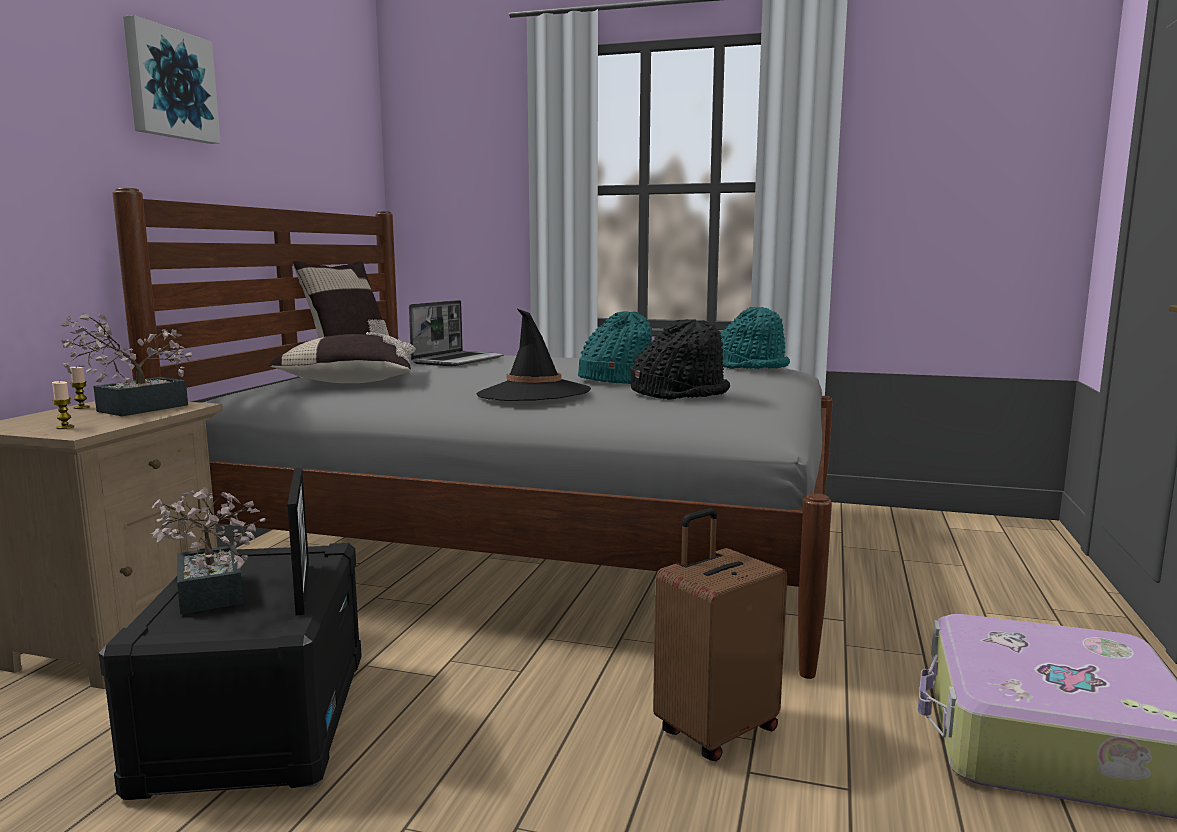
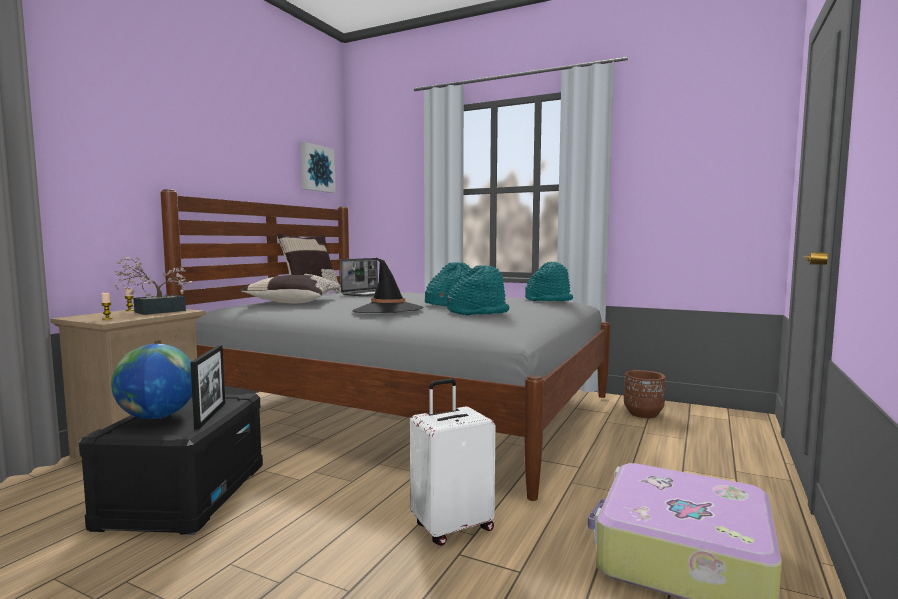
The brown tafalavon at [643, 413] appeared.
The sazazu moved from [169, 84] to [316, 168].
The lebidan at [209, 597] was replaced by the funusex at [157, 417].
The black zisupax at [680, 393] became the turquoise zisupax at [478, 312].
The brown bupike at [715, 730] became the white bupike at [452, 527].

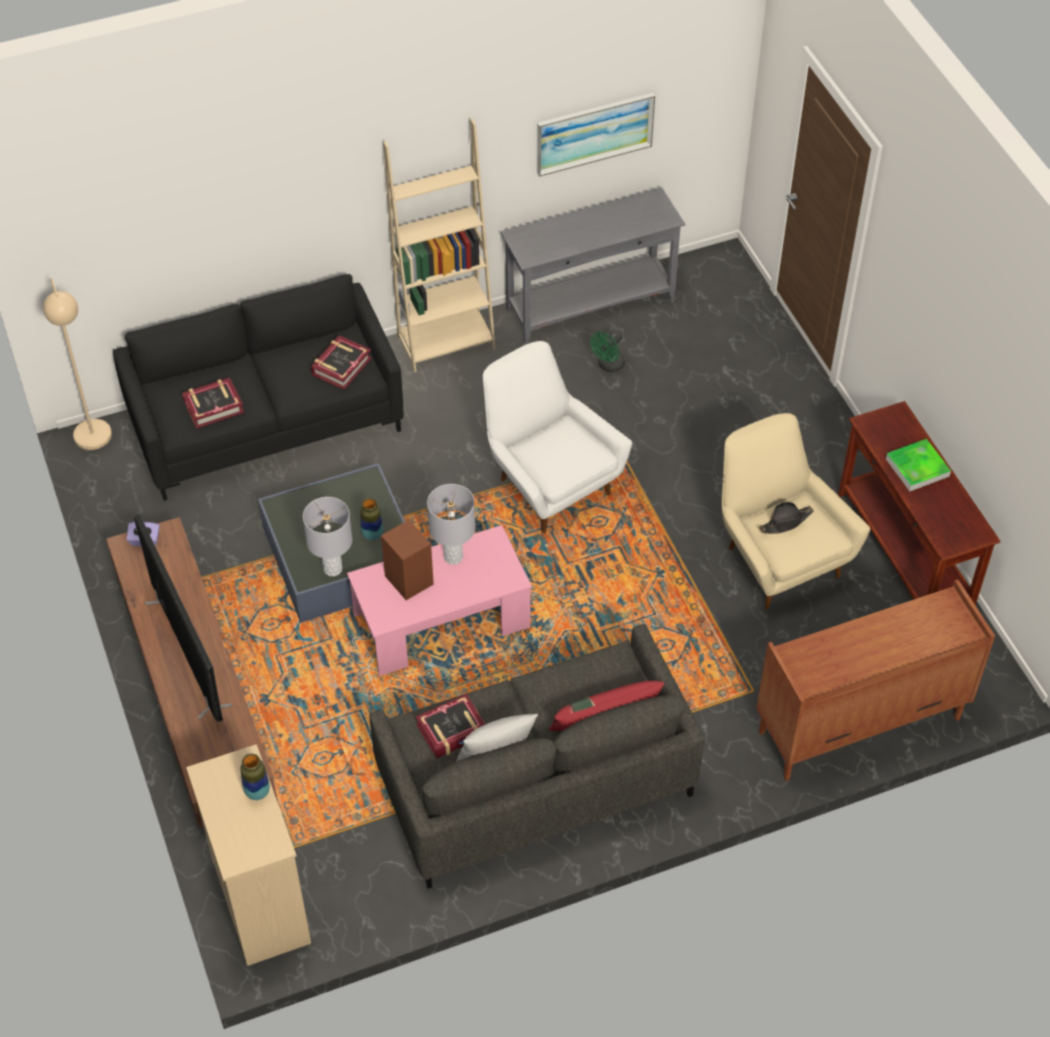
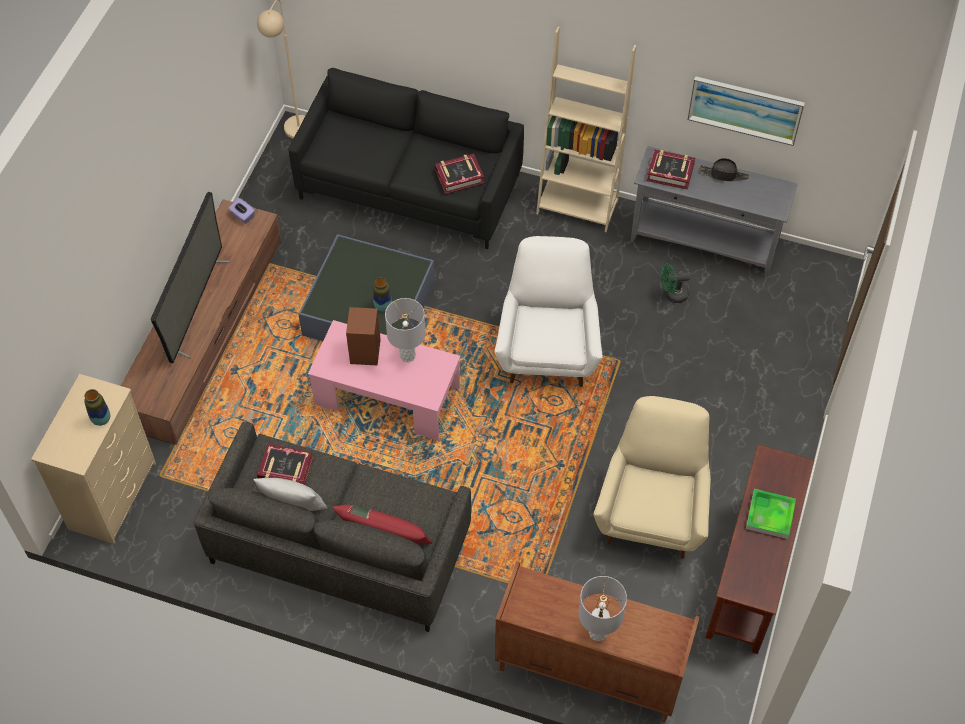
The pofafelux moved from [213, 407] to [670, 172].
The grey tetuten moved from [332, 569] to [597, 632].
The black zisupax moved from [786, 522] to [724, 174].

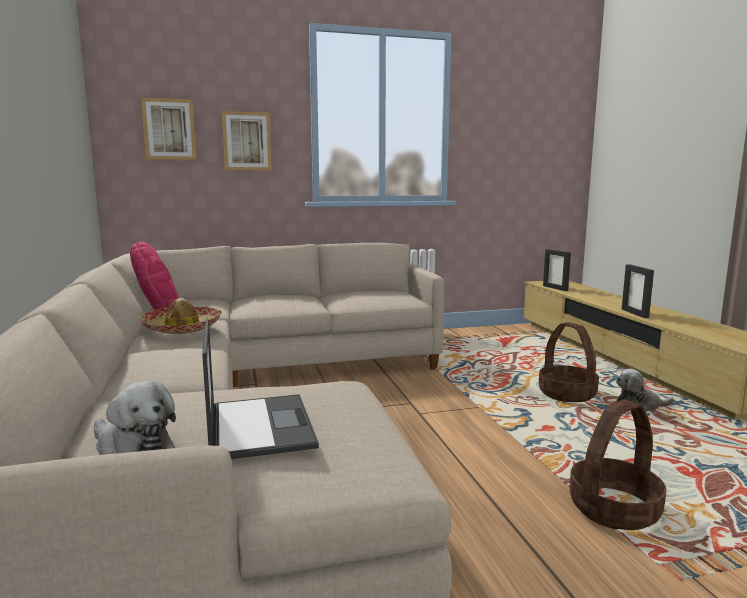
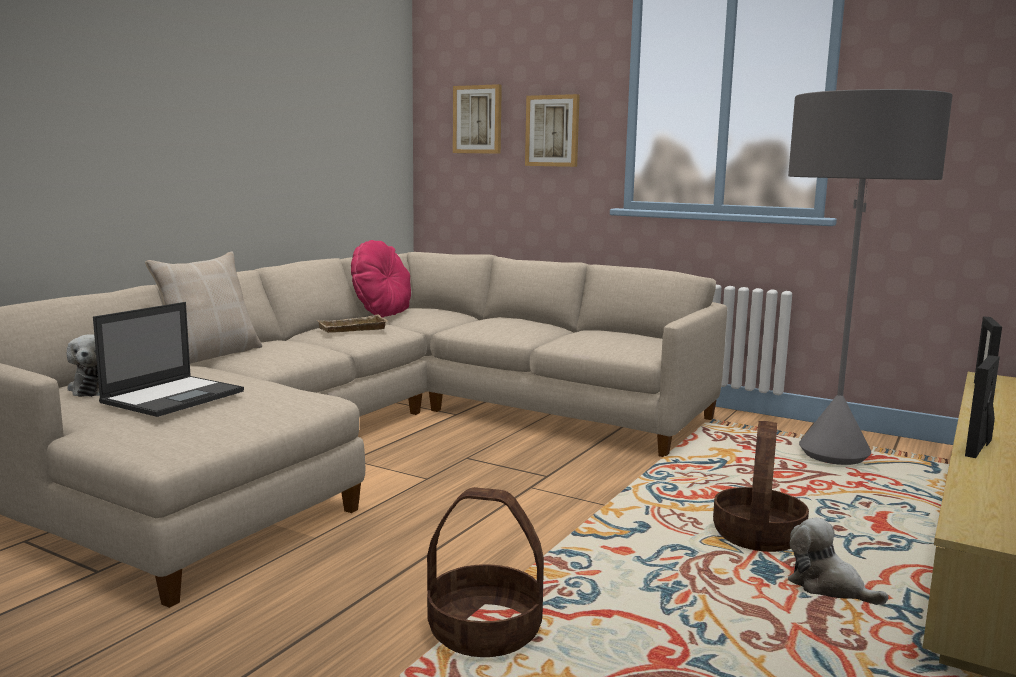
The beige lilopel at [210, 355] appeared.
The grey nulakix at [833, 456] appeared.
The zisupax at [182, 328] was replaced by the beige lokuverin at [352, 329].

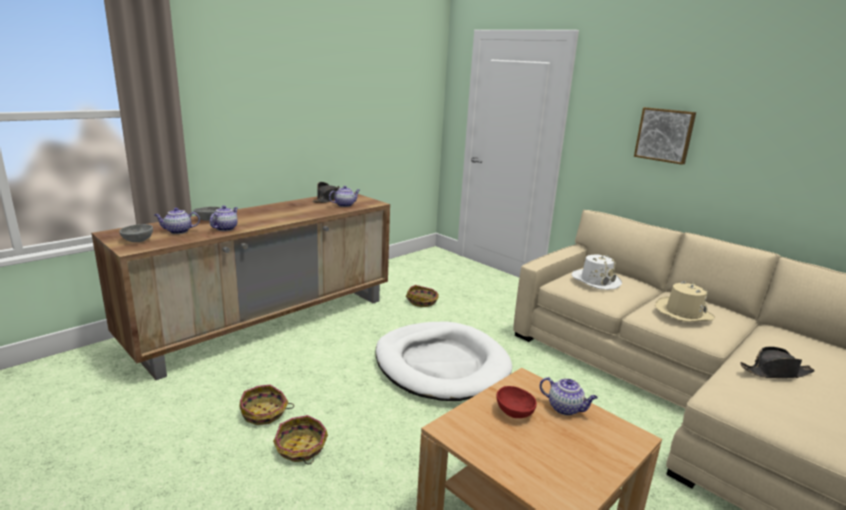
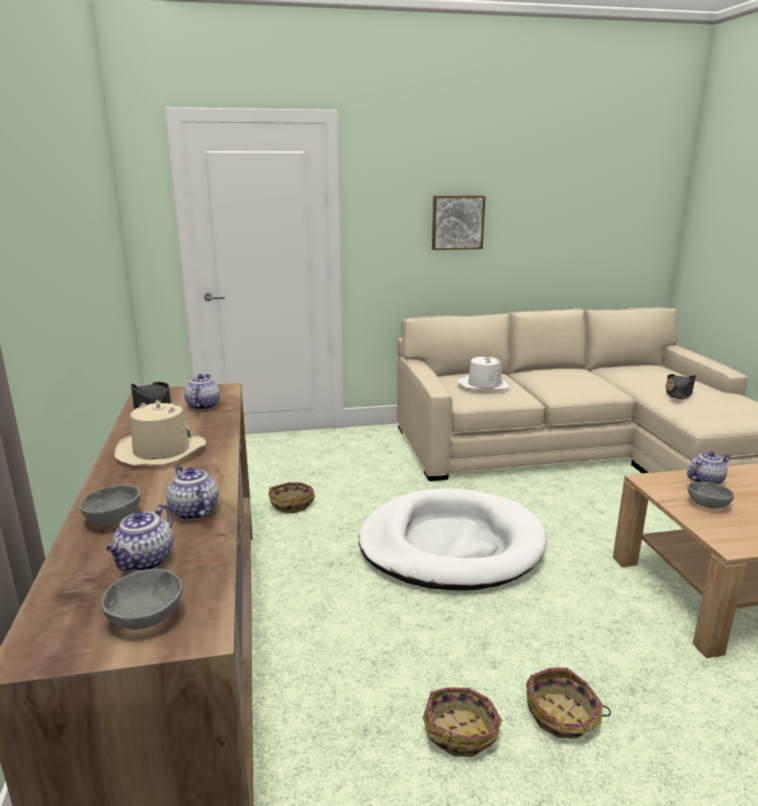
The beige zisupax moved from [683, 312] to [160, 451].
The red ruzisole at [515, 412] became the grey ruzisole at [707, 504].

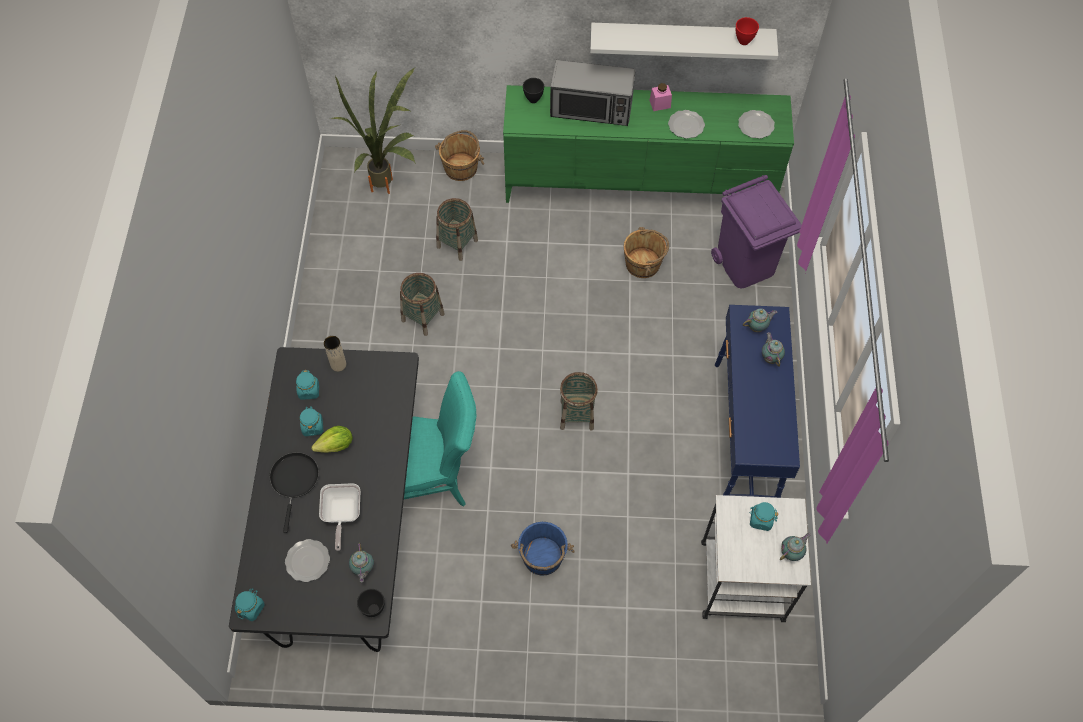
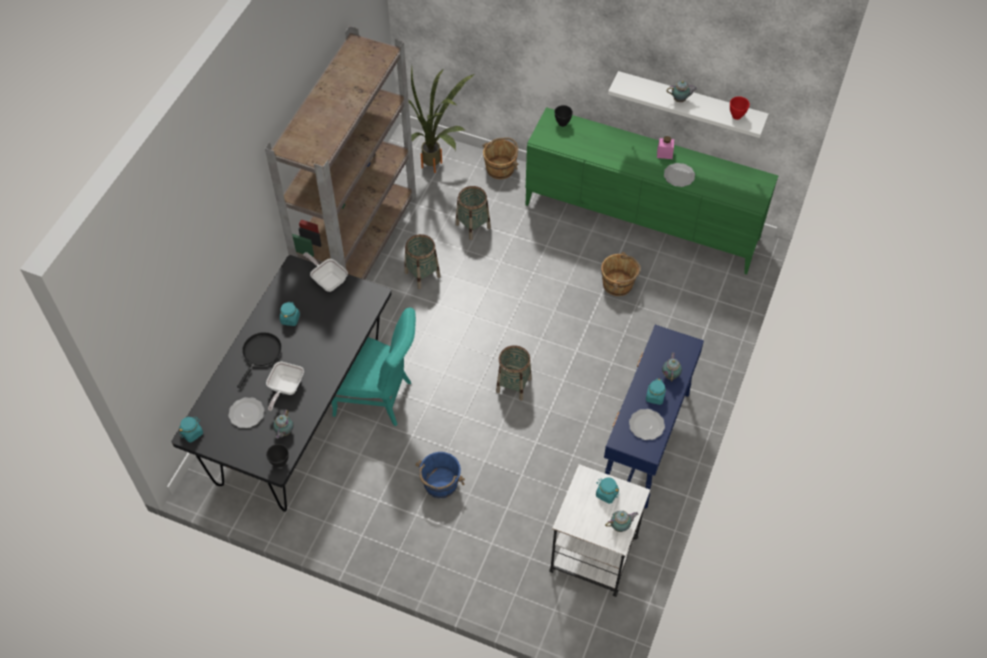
The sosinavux at [336, 446] disappeared.
The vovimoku at [591, 108] disappeared.
The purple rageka at [746, 264] disappeared.
The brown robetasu at [359, 243] appeared.
The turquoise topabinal moved from [309, 391] to [655, 397].
The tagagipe moved from [756, 125] to [647, 425].
The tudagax moved from [757, 327] to [680, 100].
The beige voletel at [338, 364] was replaced by the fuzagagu at [328, 280].

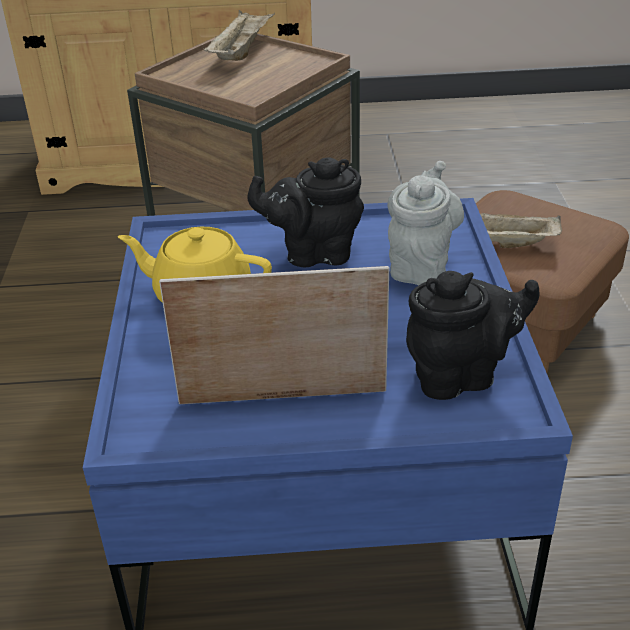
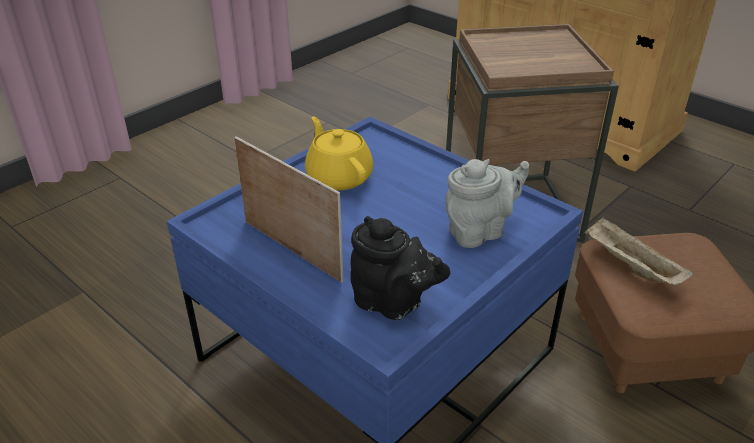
The beige lokuverin at [241, 52] disappeared.
The black tudagax at [314, 253] disappeared.

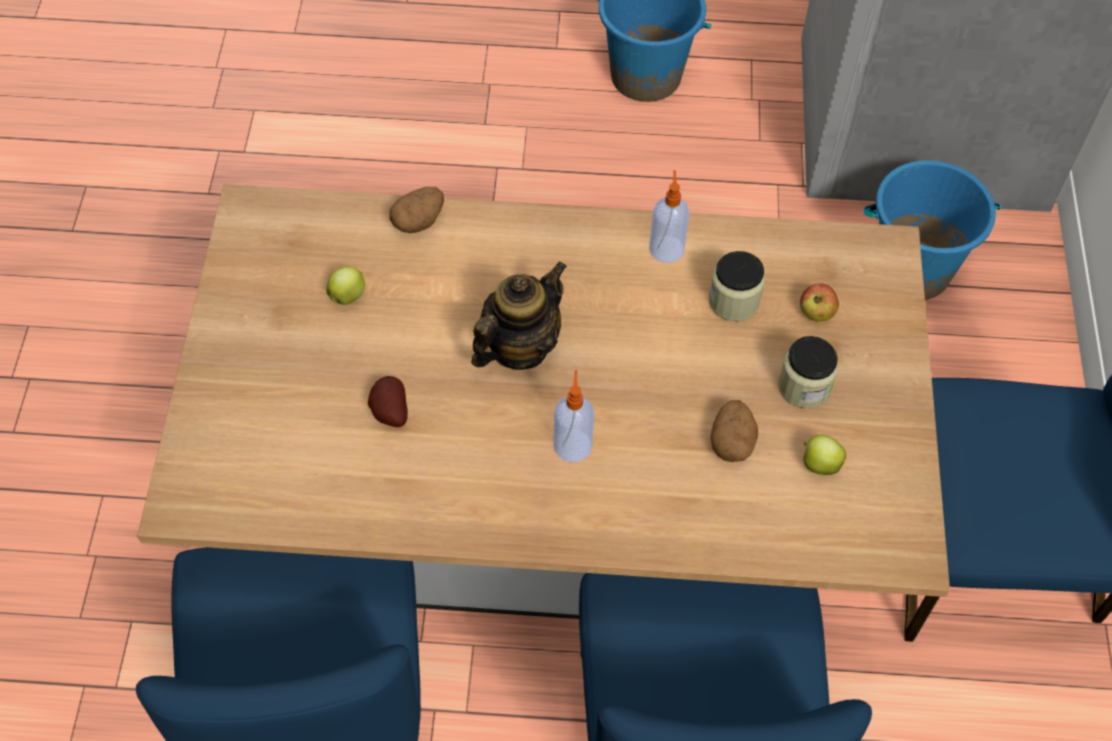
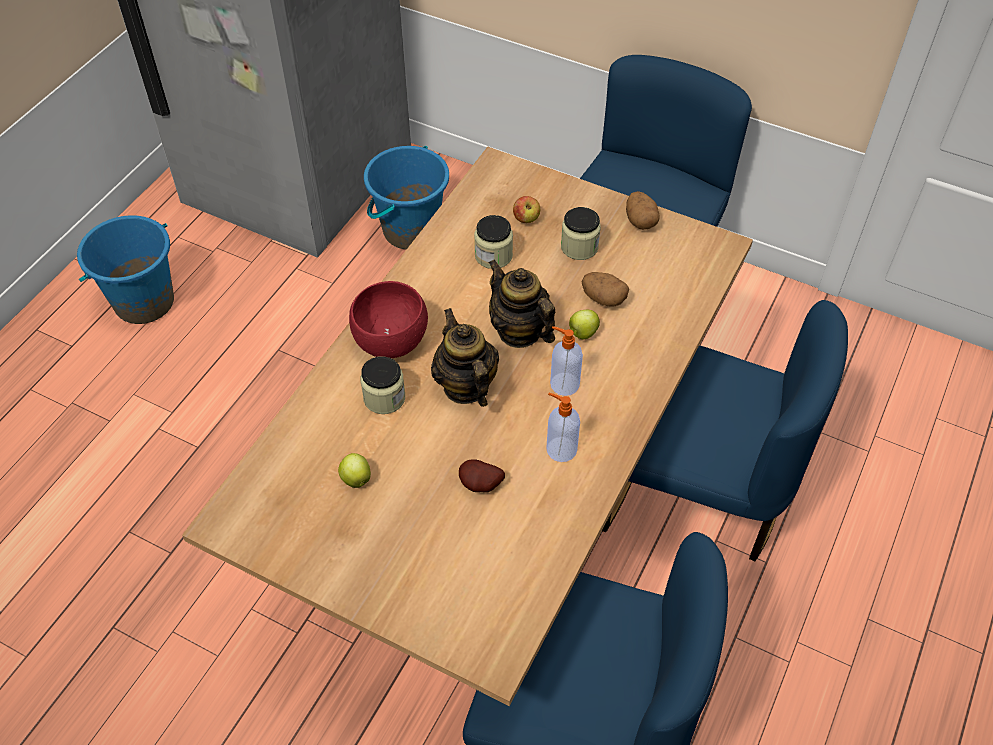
The red ruzisole at [390, 341] appeared.
The topabinal at [384, 398] appeared.
The tudagax at [519, 331] appeared.
The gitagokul moved from [418, 221] to [640, 221].
The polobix moved from [666, 248] to [560, 449].
The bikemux moved from [819, 464] to [582, 333].

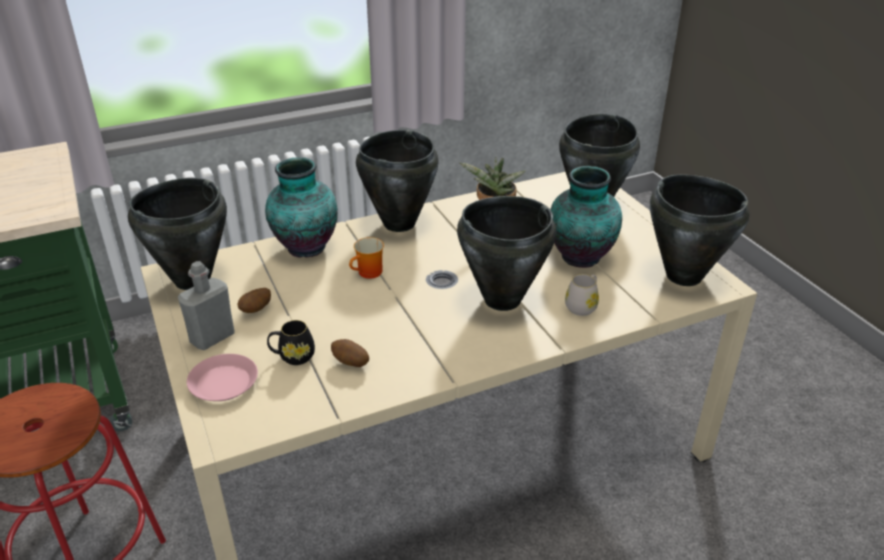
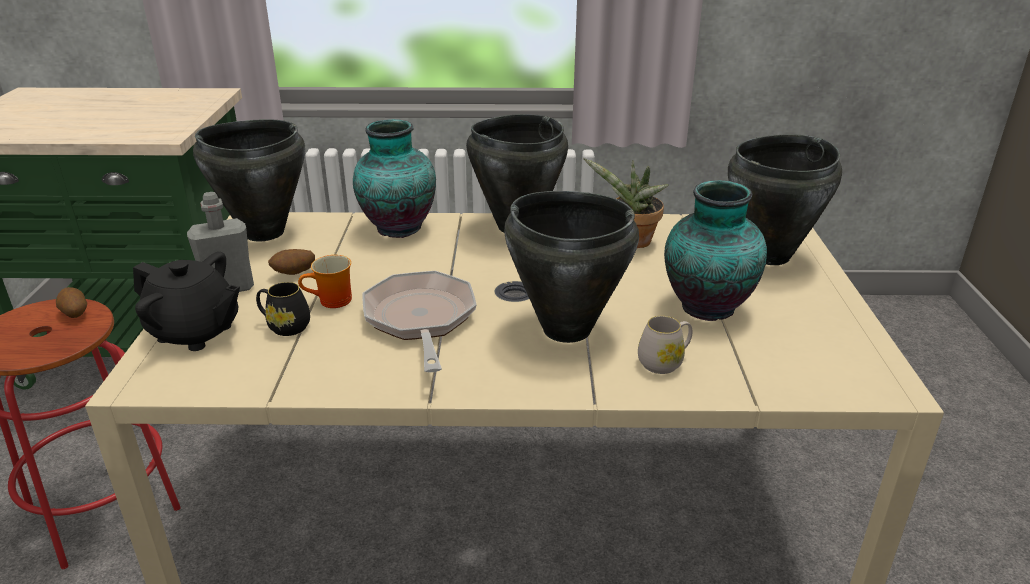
The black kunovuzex at [683, 275] disappeared.
The fuzagagu at [421, 320] appeared.
The gitagokul moved from [350, 363] to [75, 314].
The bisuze moved from [369, 274] to [332, 302].
The pink tagagipe at [223, 383] was replaced by the black tudagax at [195, 332].

